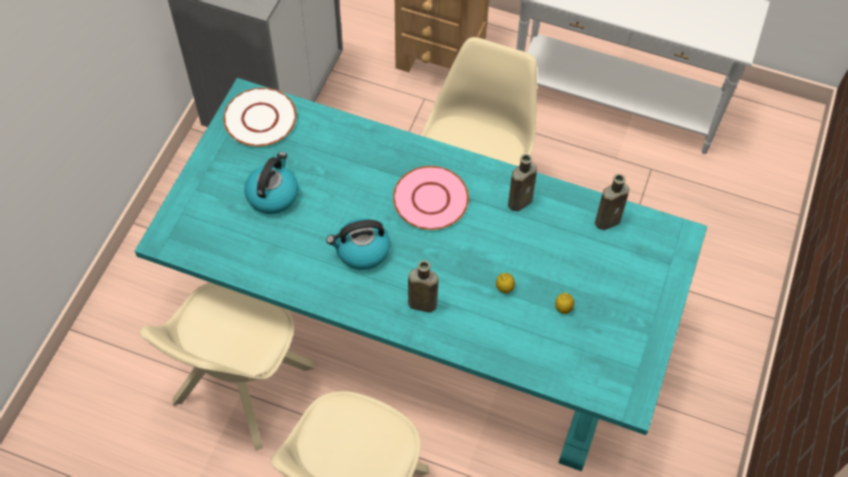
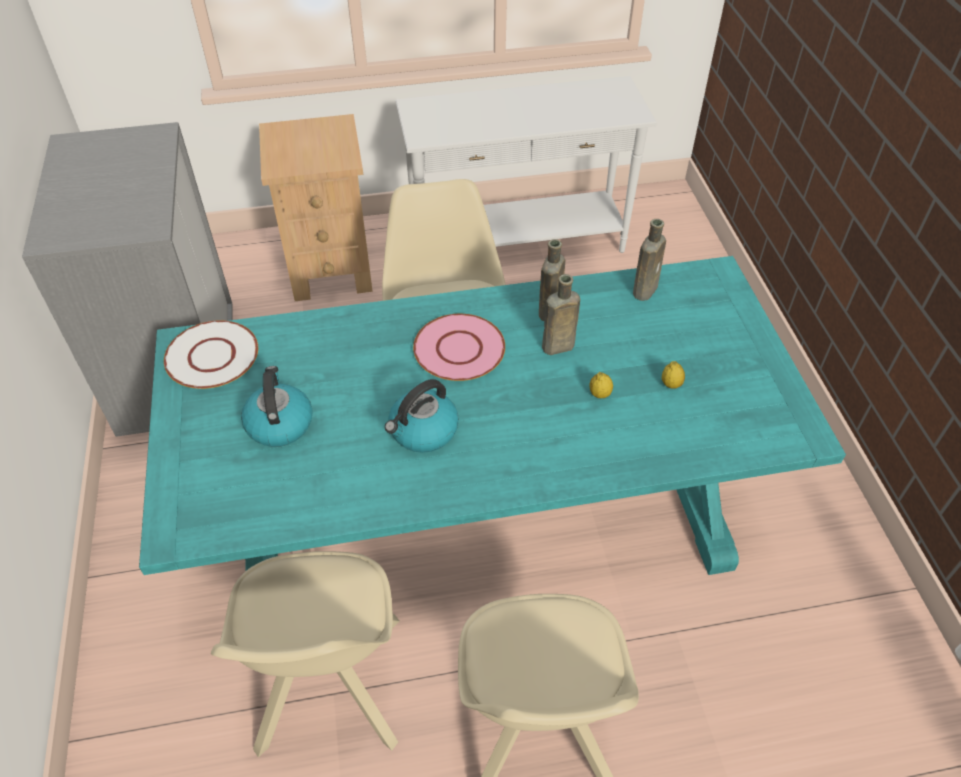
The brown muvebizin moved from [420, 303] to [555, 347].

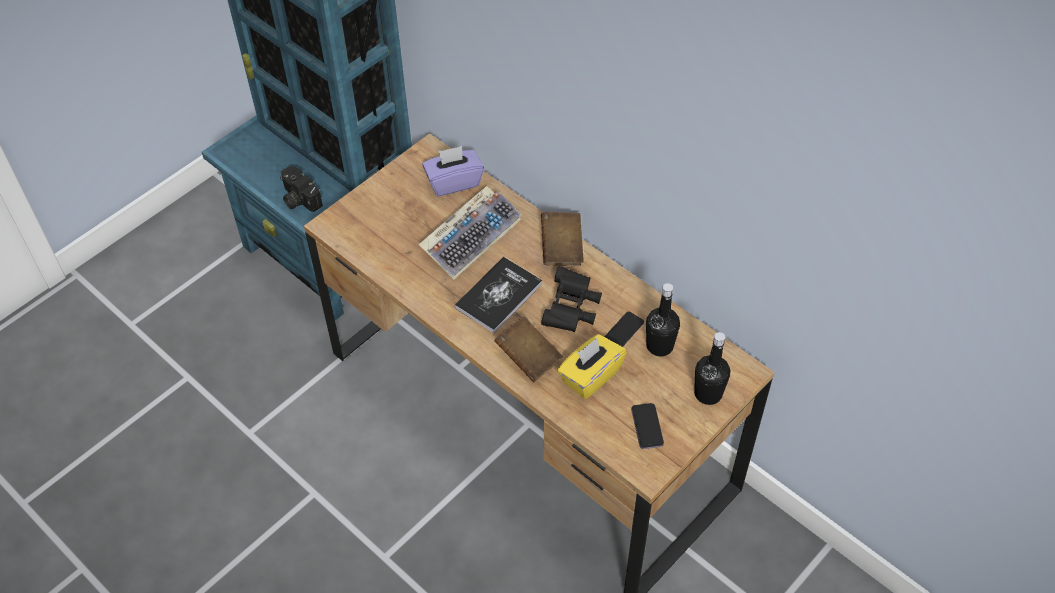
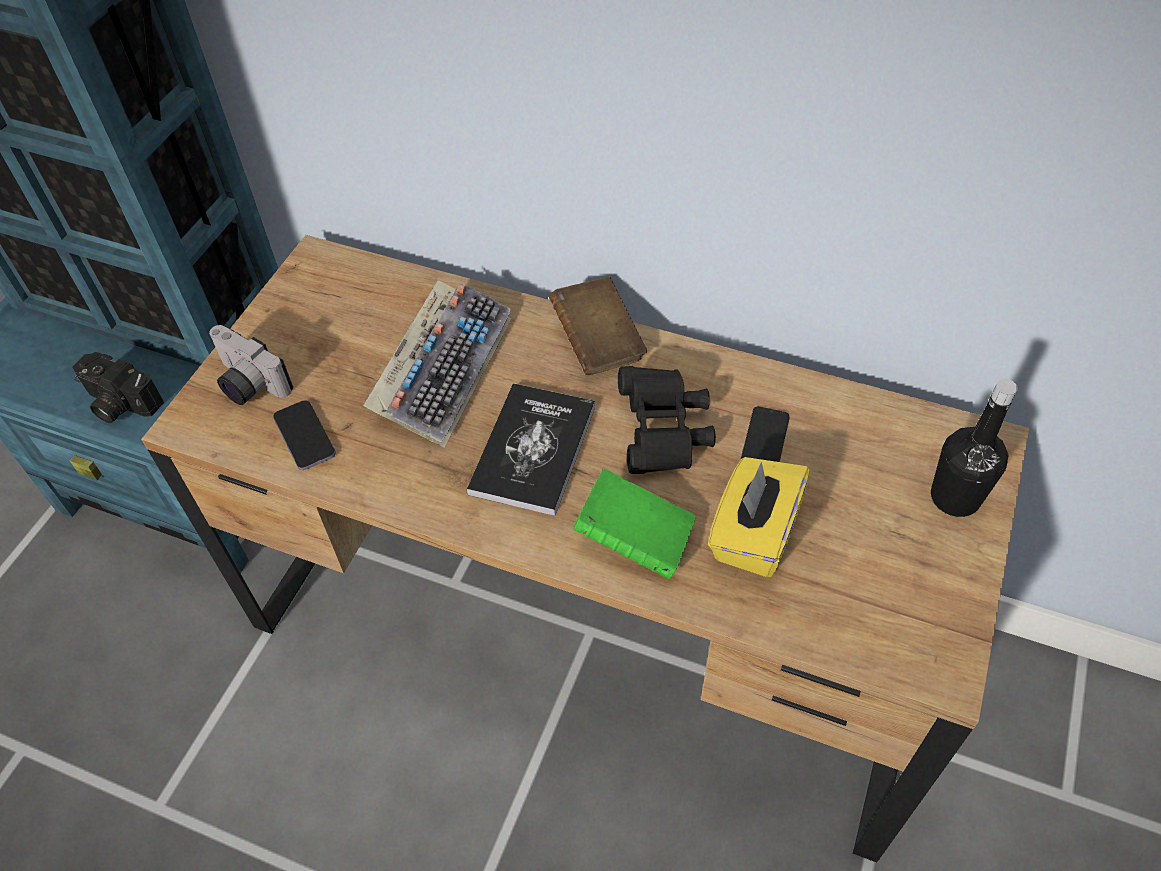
The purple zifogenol at [453, 182] disappeared.
The black muvebizin at [659, 346] disappeared.
The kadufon at [246, 384] appeared.
The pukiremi moved from [647, 427] to [305, 437].
The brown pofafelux at [528, 358] became the green pofafelux at [634, 539].

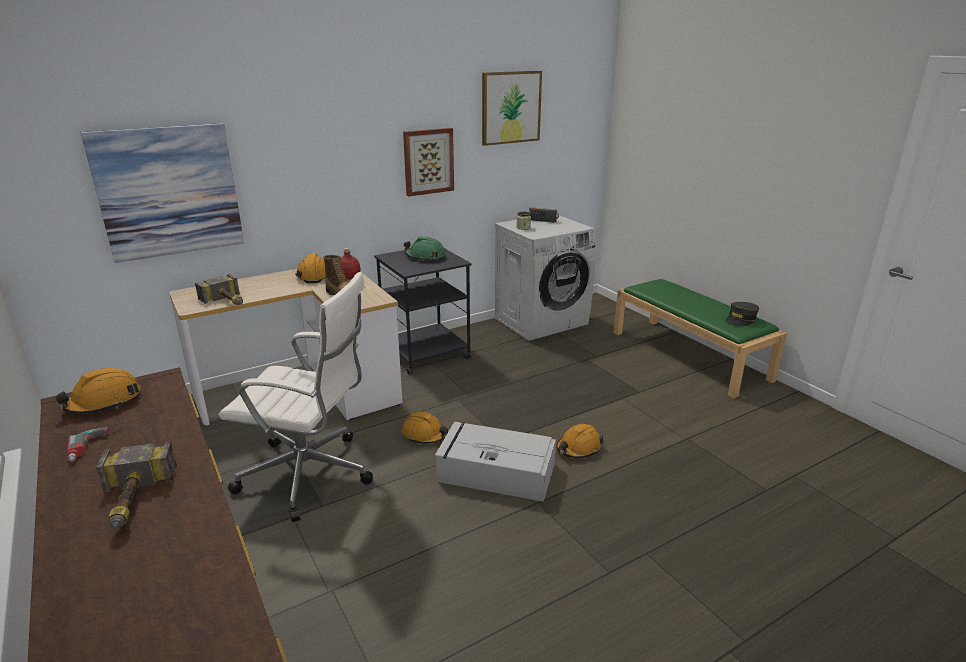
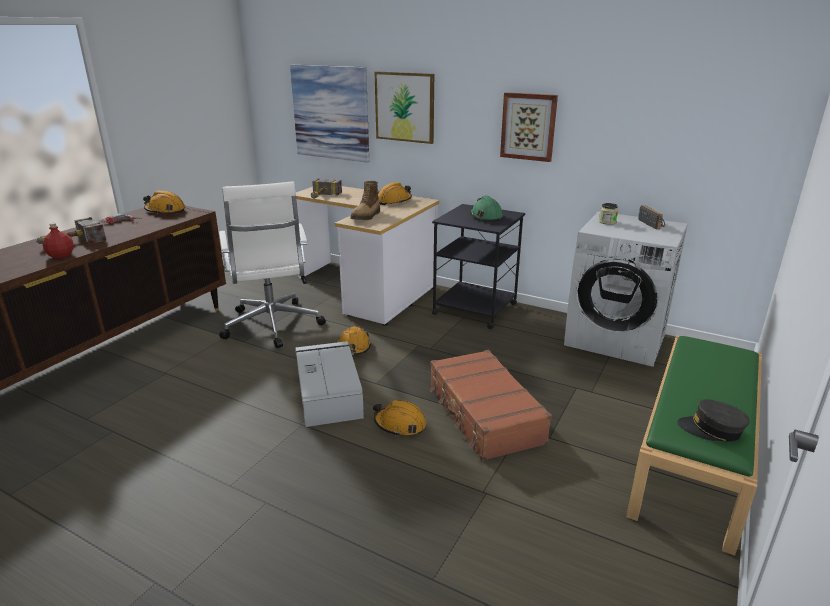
The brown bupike at [484, 414] appeared.
The red muvebizin moved from [349, 277] to [61, 255].
The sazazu moved from [511, 107] to [405, 107].

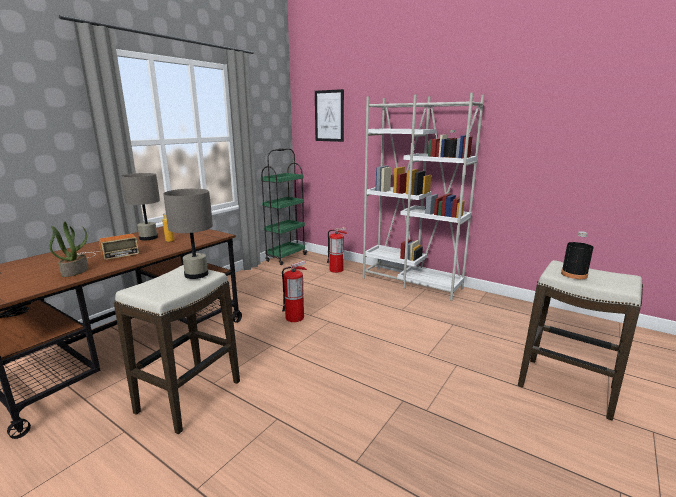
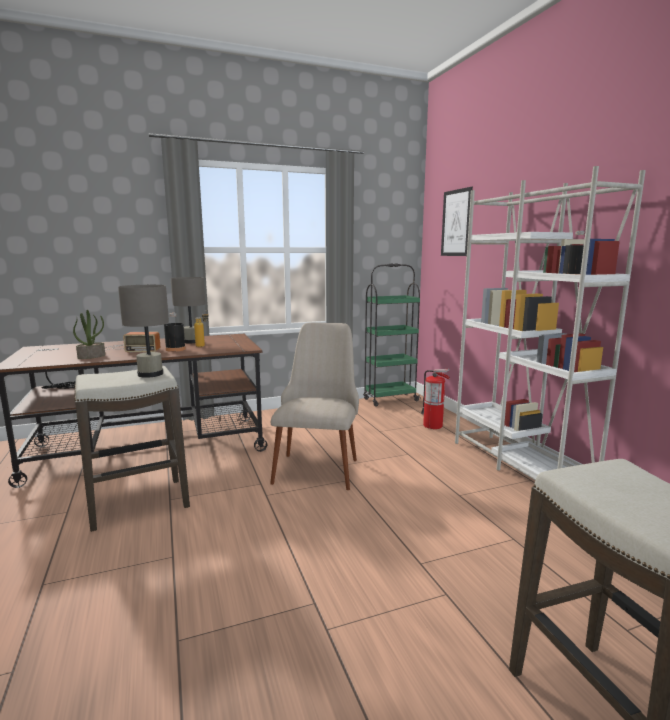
The black muvebizin moved from [574, 274] to [175, 349].
The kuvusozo at [295, 317] was replaced by the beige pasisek at [318, 464].

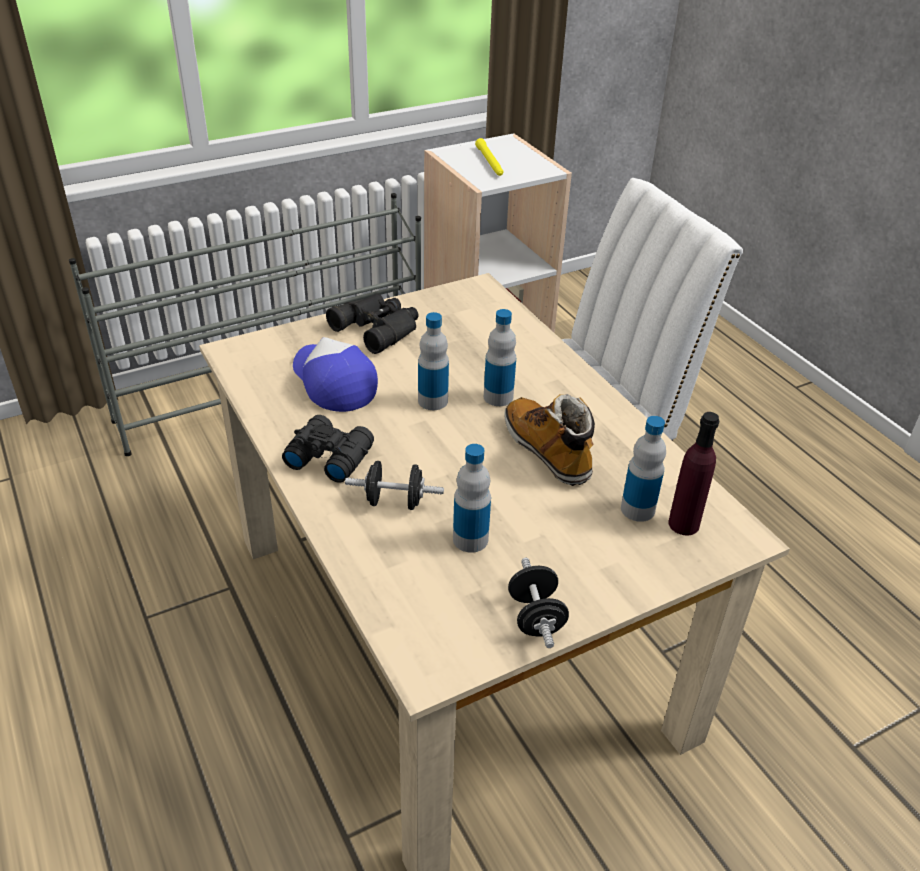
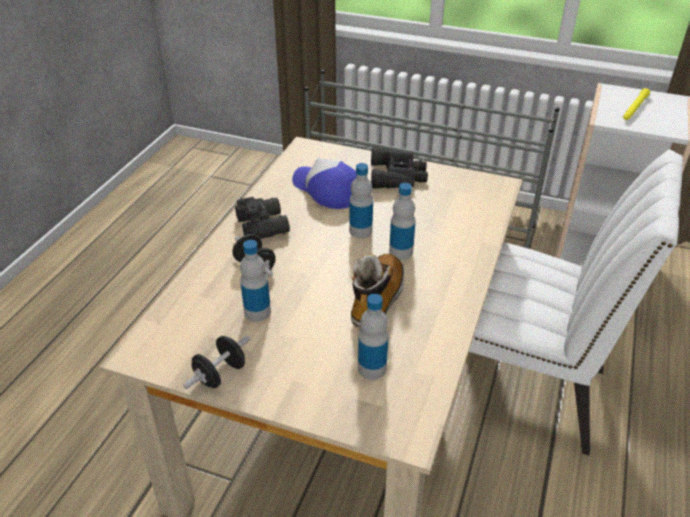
The purple muvebizin at [683, 524] disappeared.
The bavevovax at [333, 382] turned 60 degrees counterclockwise.

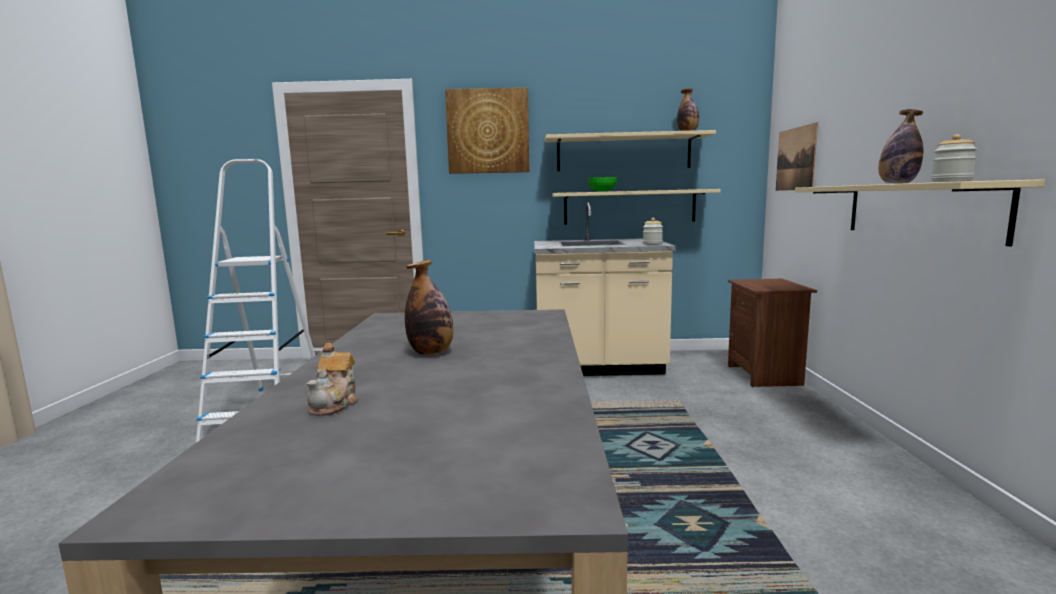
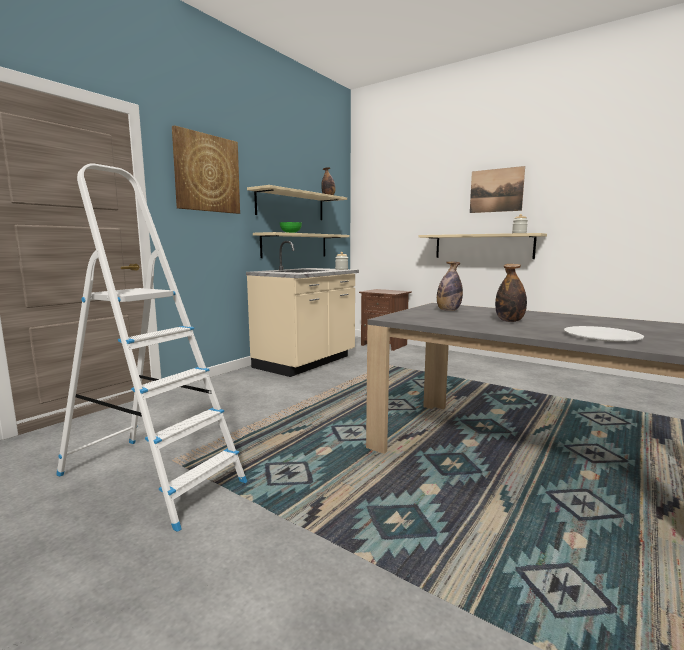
The sazazu moved from [795, 159] to [496, 190].
The muvebizin moved from [897, 183] to [448, 310].
The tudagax at [335, 404] was replaced by the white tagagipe at [601, 336].

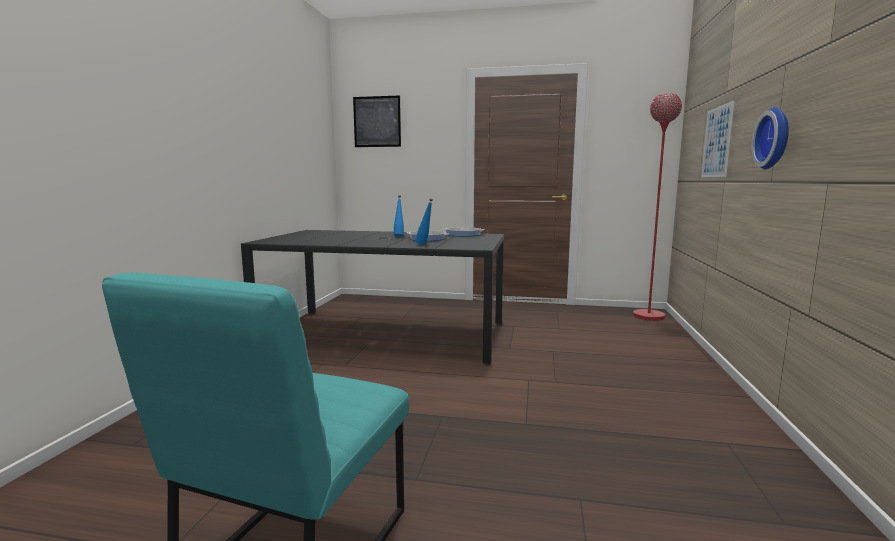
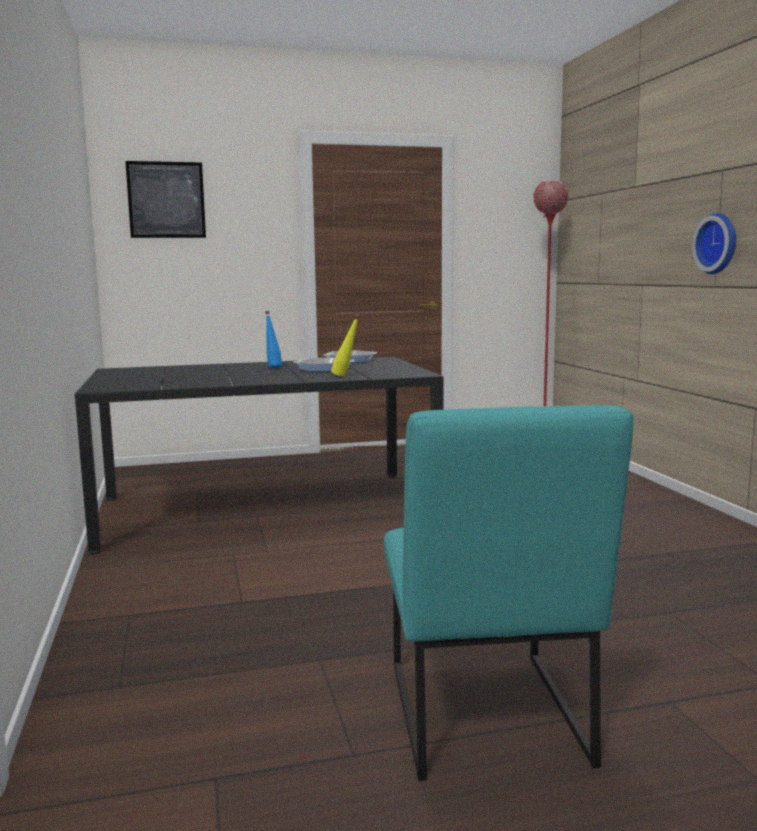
The sazazu at [717, 142] disappeared.
The blue muvebizin at [424, 245] became the yellow muvebizin at [346, 376].

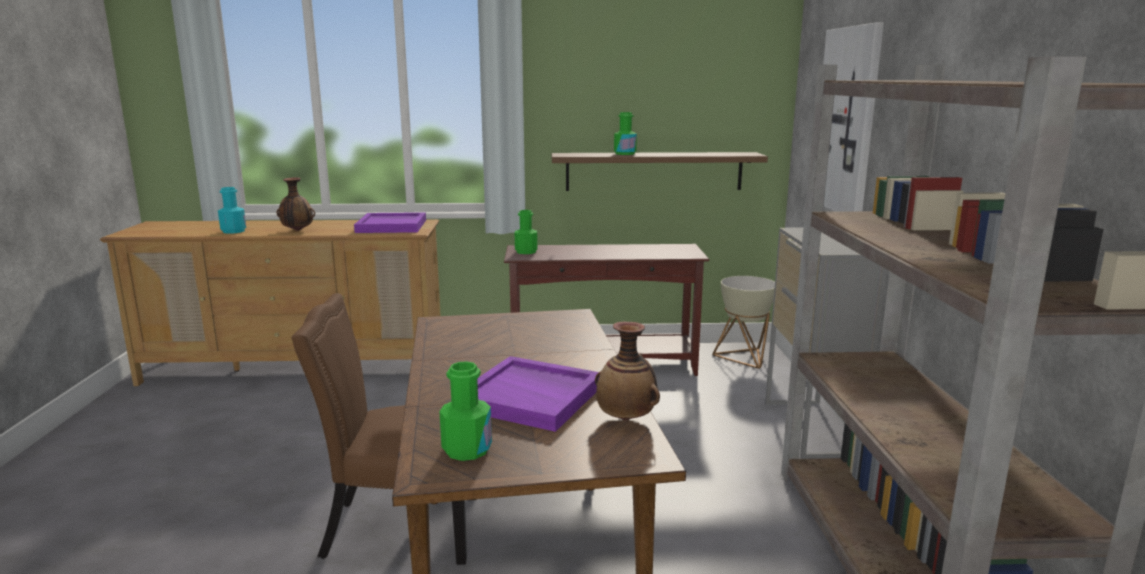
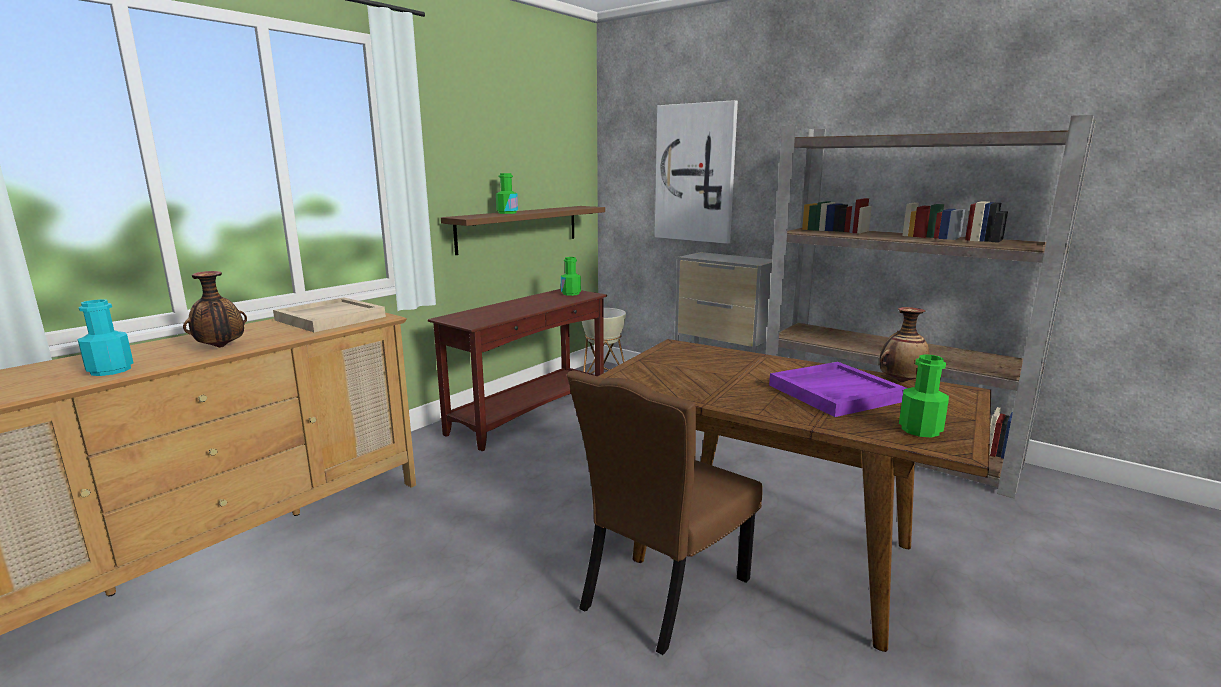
The green muvebizin moved from [526, 252] to [571, 293].
The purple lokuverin at [392, 226] became the beige lokuverin at [331, 318].

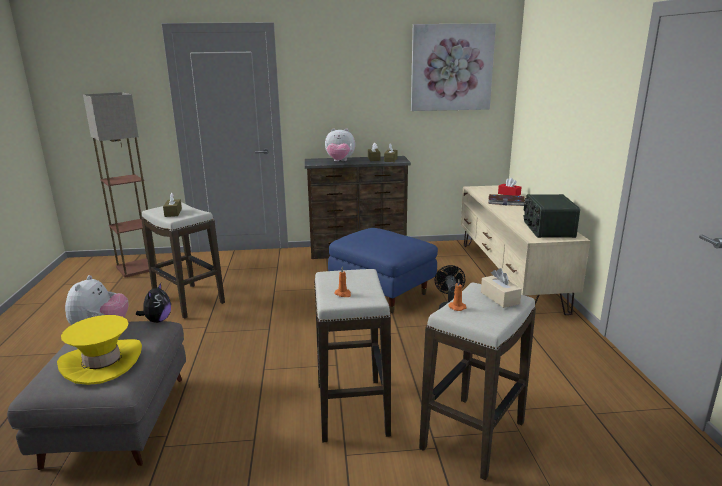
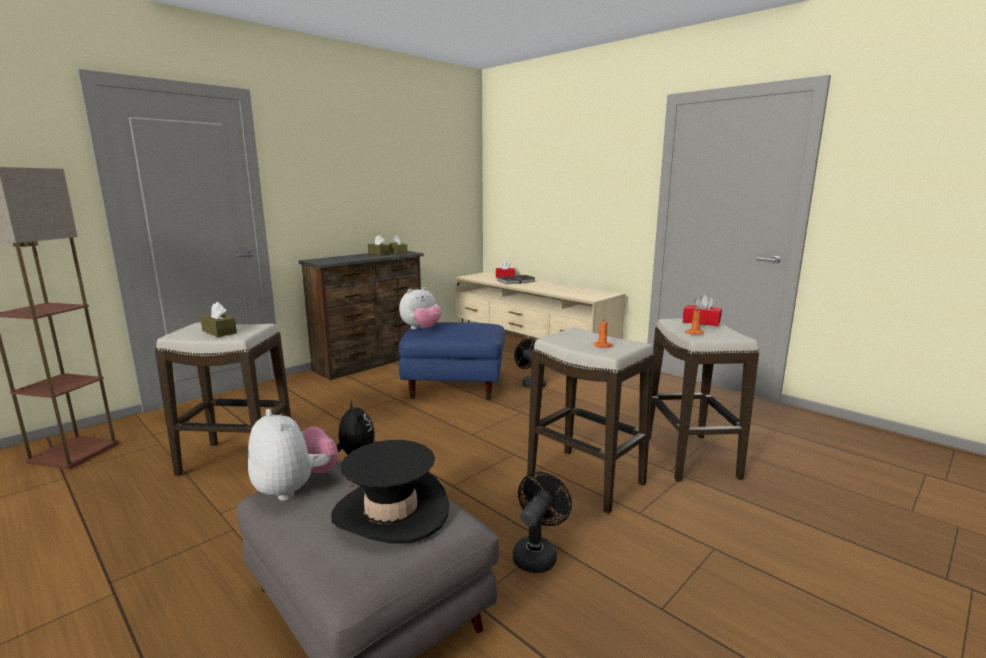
The sazazu at [451, 68] disappeared.
The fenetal at [547, 229] disappeared.
The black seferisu at [537, 554] appeared.
The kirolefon moved from [339, 161] to [421, 329].
The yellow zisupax at [102, 362] became the black zisupax at [391, 512].
The beige zifogenol at [500, 298] became the red zifogenol at [701, 322].

